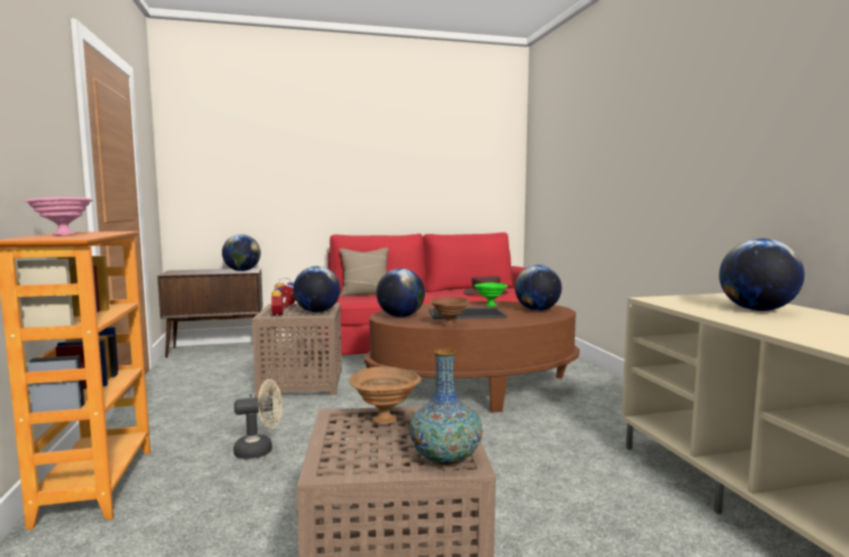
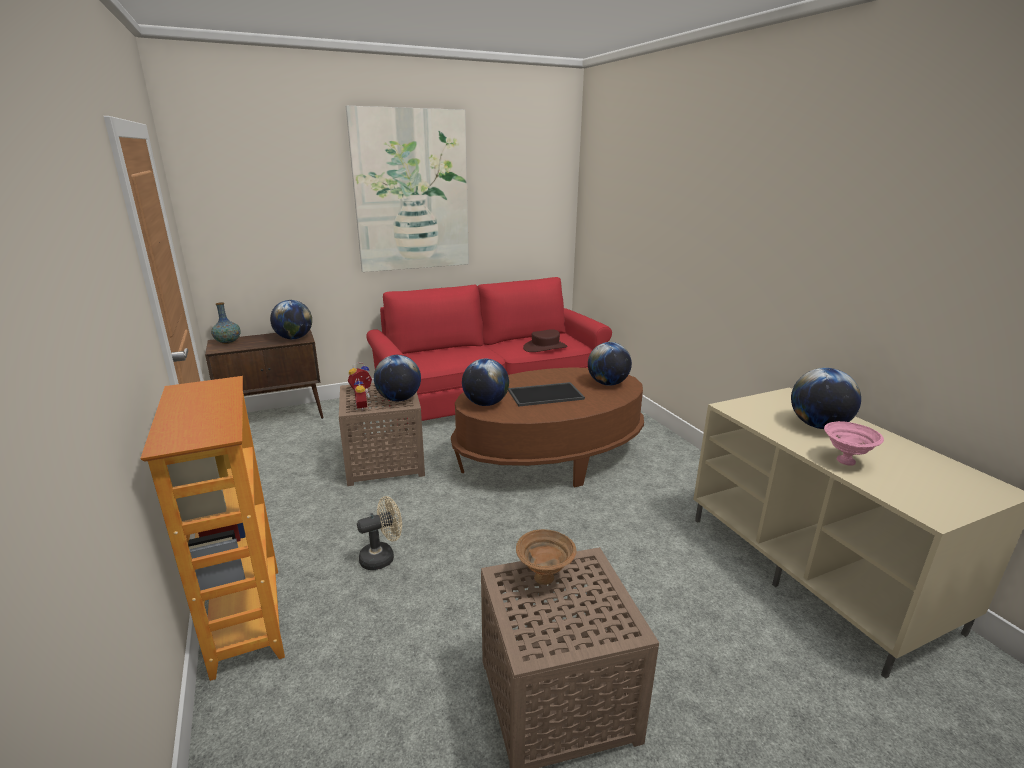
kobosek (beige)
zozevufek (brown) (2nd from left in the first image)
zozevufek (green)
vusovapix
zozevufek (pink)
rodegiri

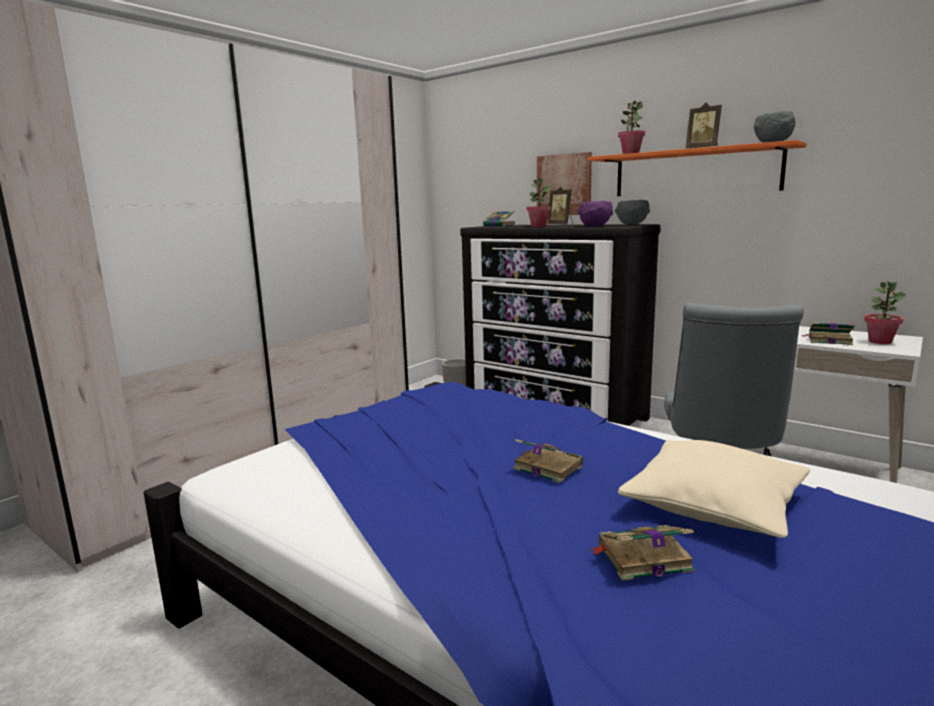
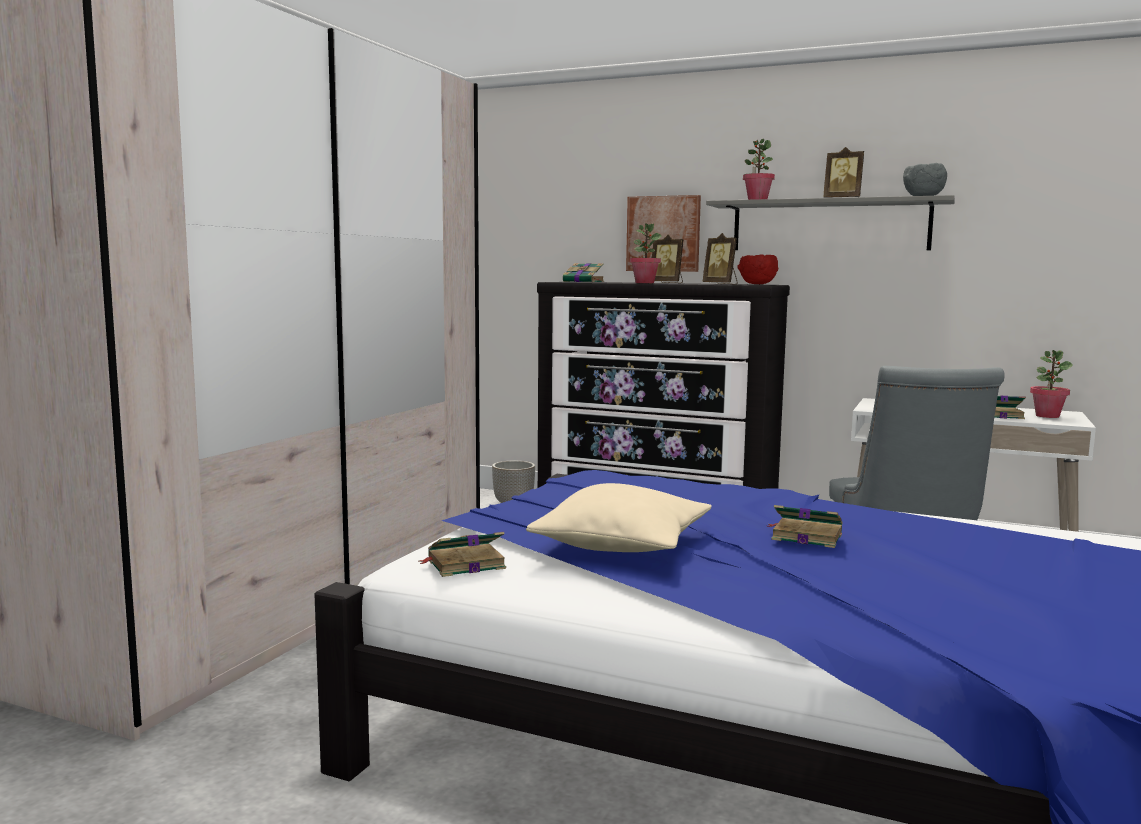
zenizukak (1st from left)
kobosek (beige)
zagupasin (2nd from left)
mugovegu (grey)
zozevufek (red)

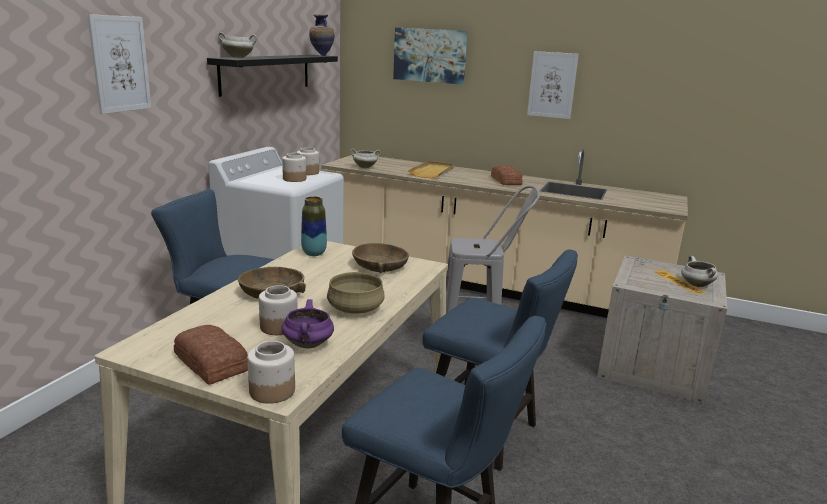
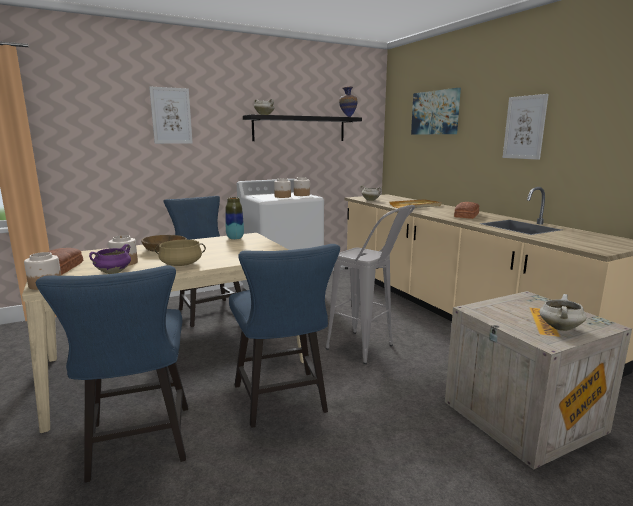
zozevufek (brown) (2nd from left in the first image)

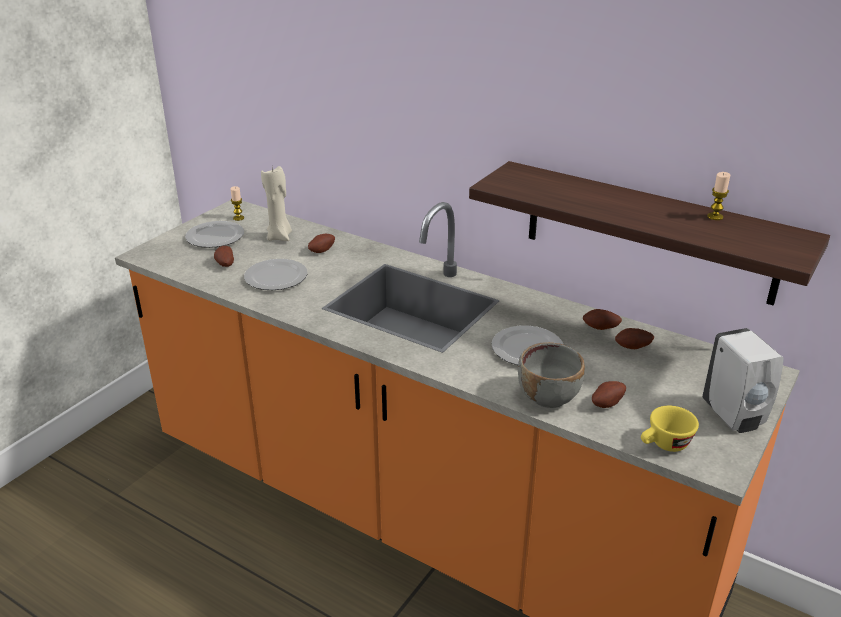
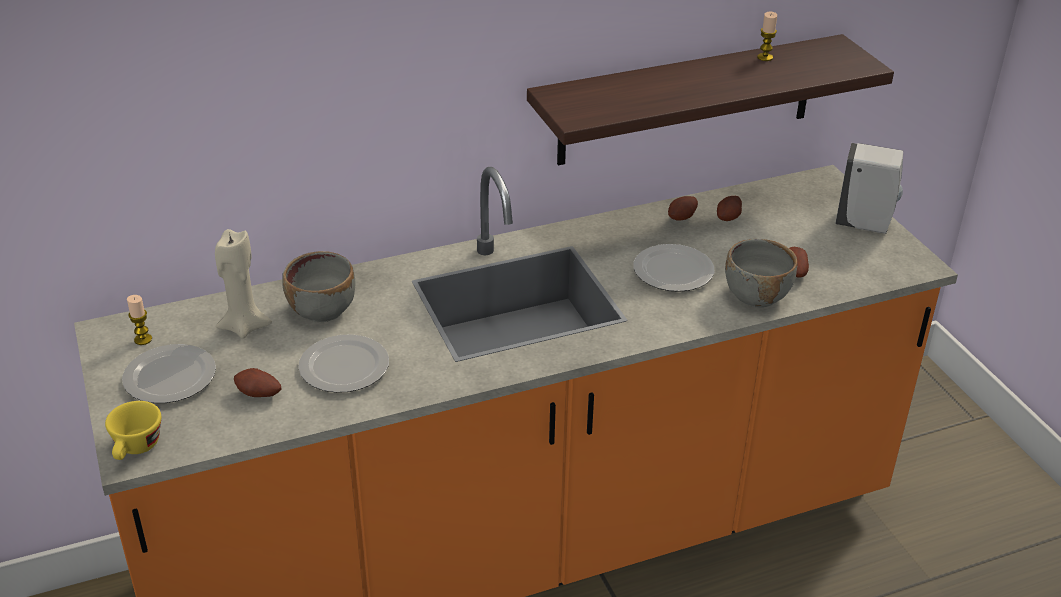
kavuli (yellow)
zozevufek (grey) (1st from left)

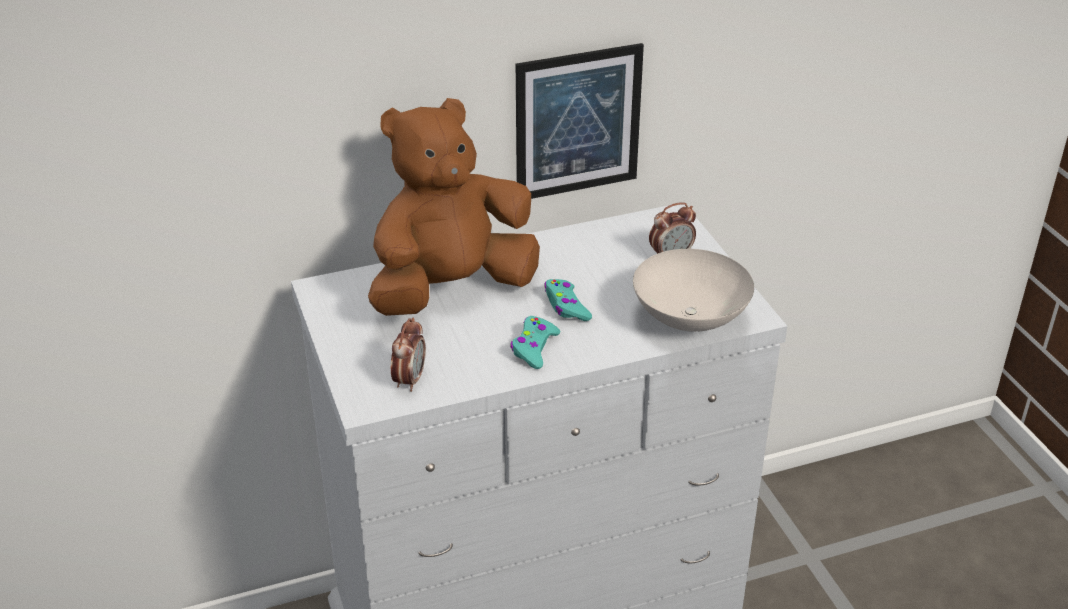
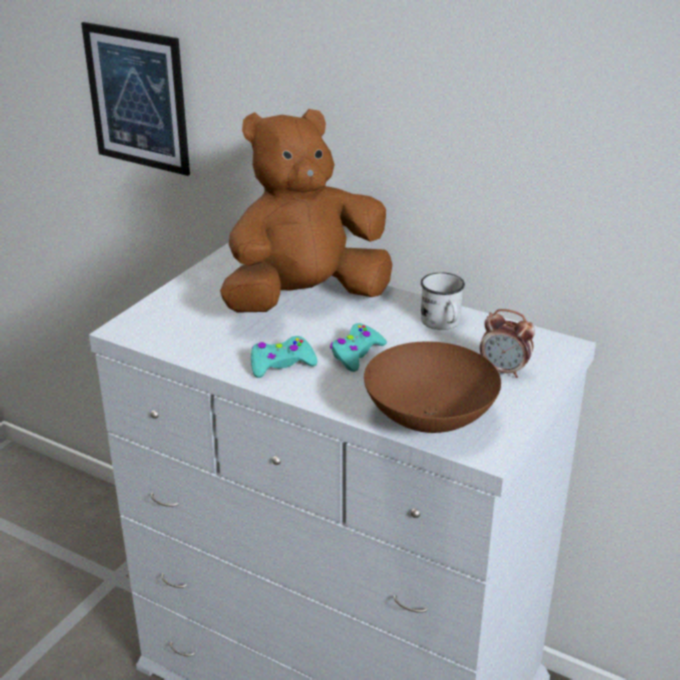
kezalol (1st from left in the first image)
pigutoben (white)
vusovapix
zozevufek (brown)
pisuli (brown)

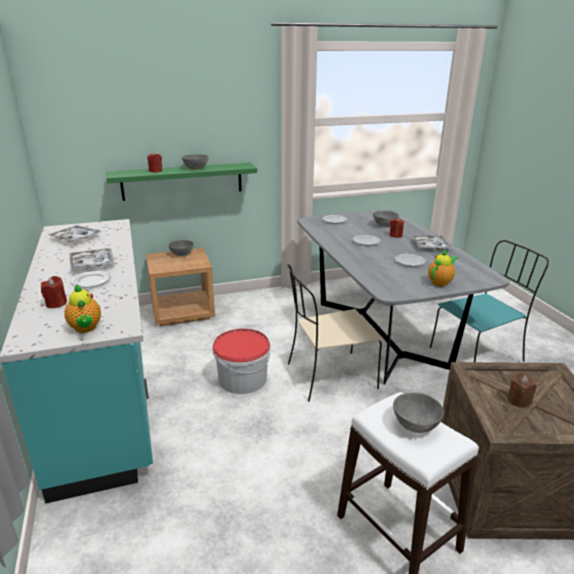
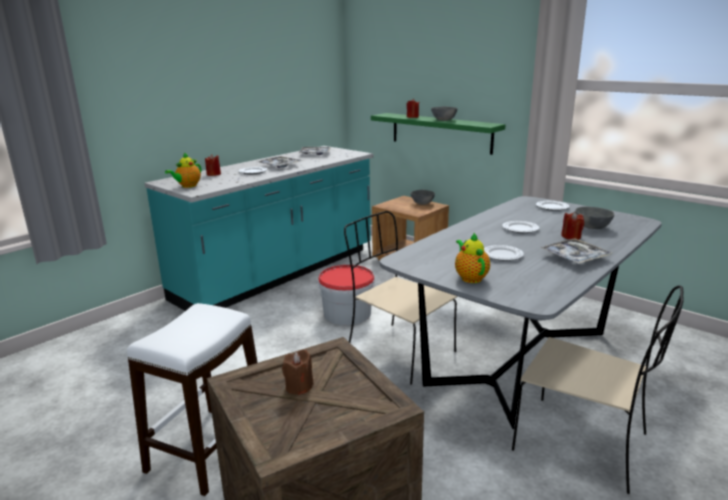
zozevufek (grey) (4th from left in the first image)
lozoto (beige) (2nd from left)
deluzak (2nd from left)

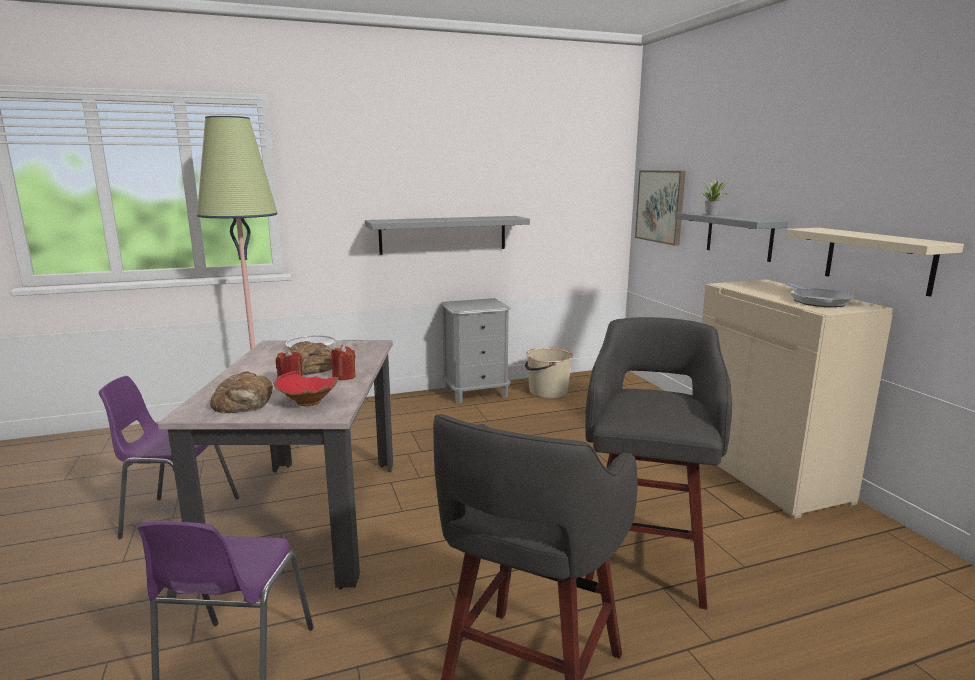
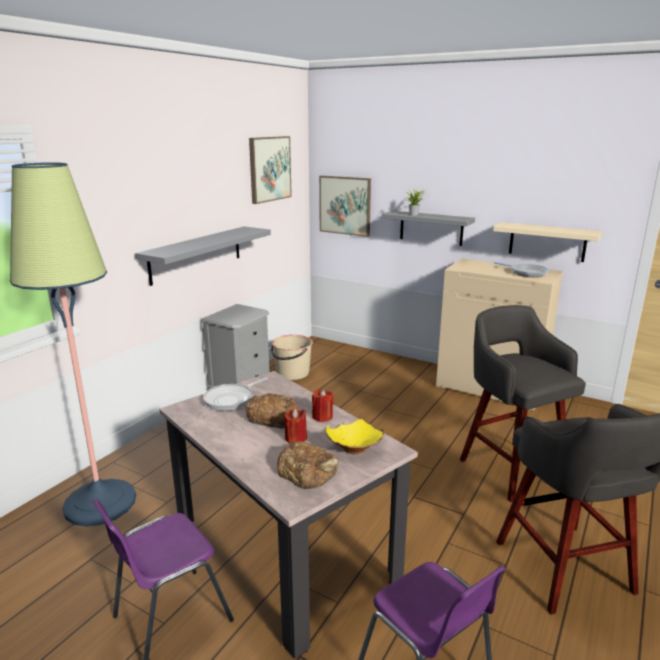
vusovapix (1st from left)
zozevufek (yellow)

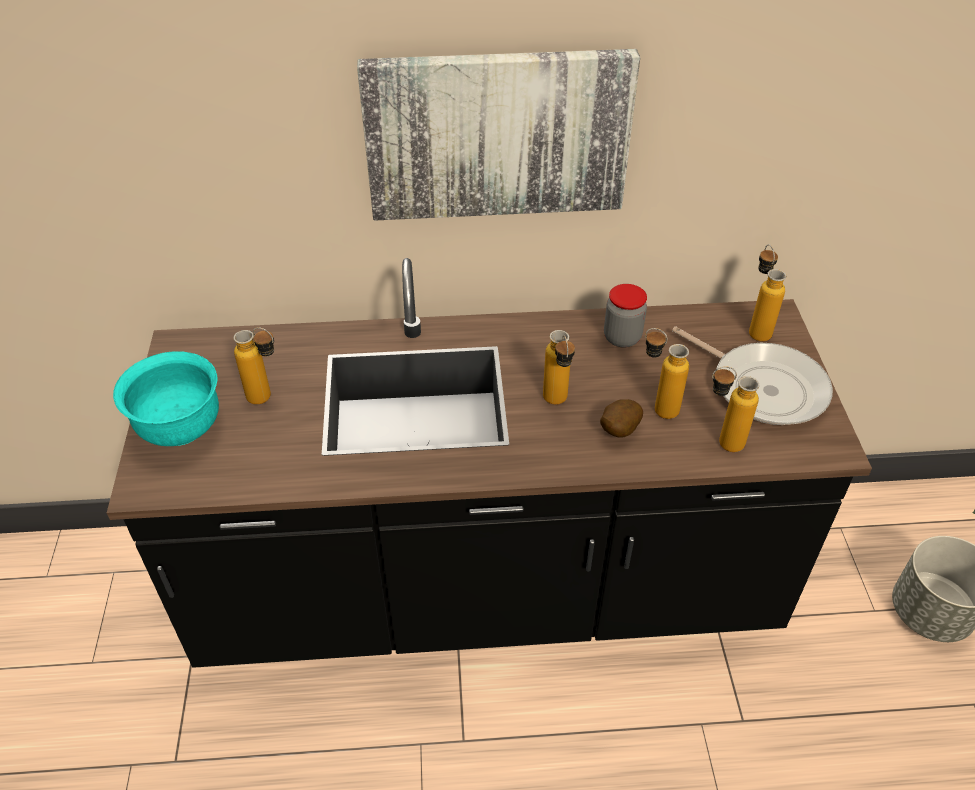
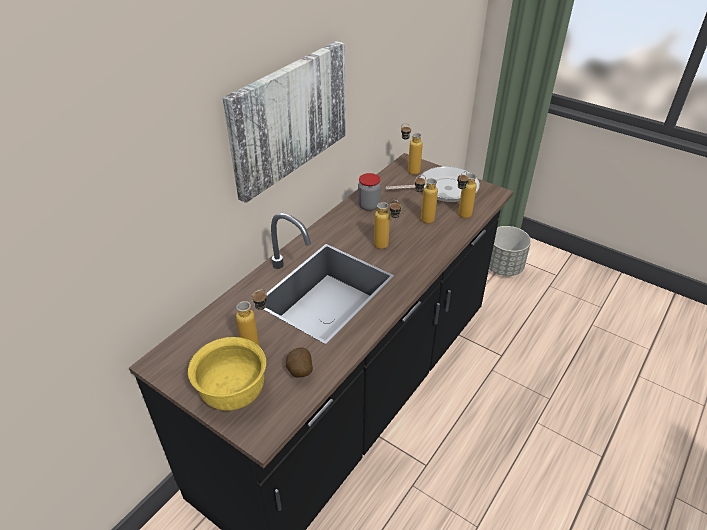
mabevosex
zozevufek (yellow)

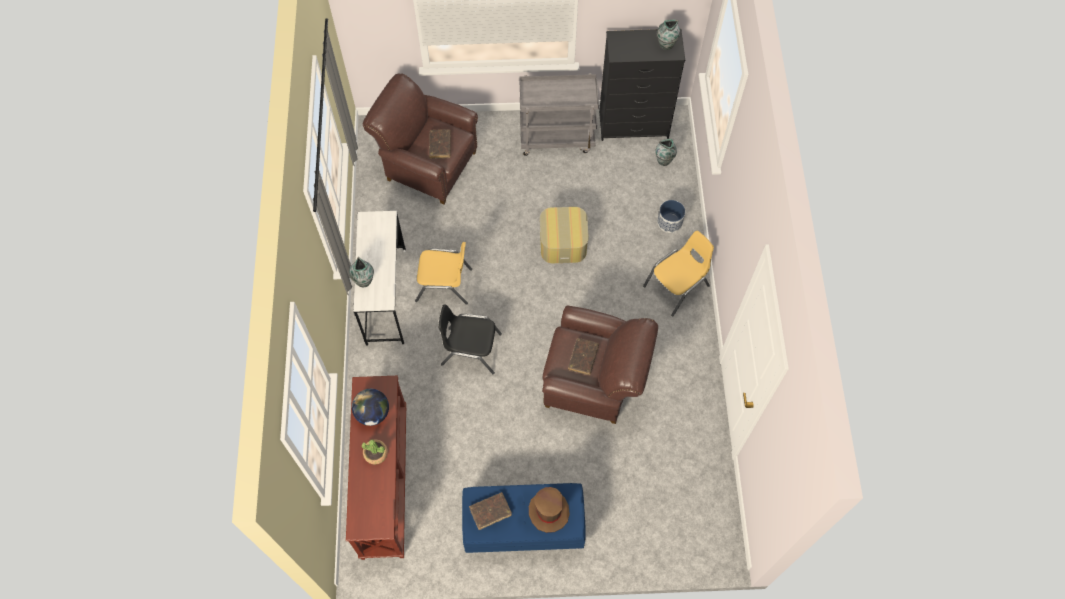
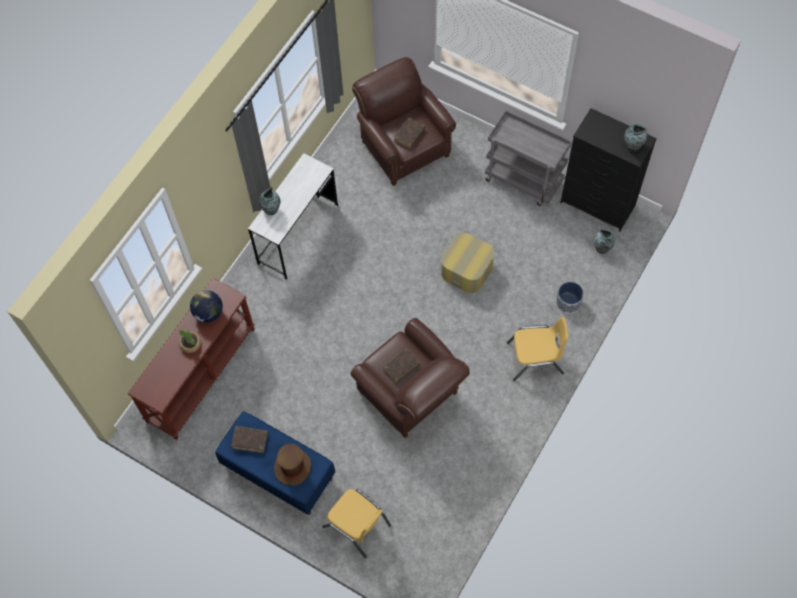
lozoto (black)
lozoto (yellow) (1st from left)

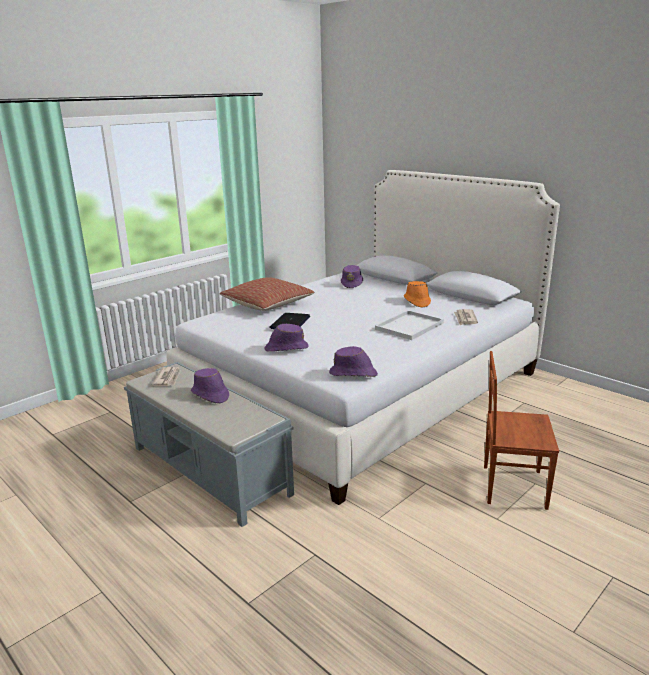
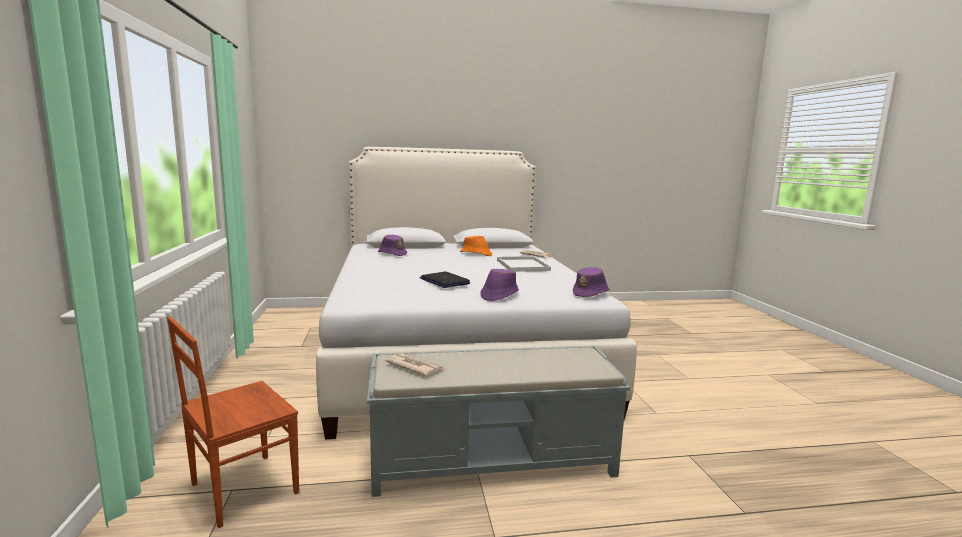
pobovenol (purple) (1st from left in the first image)
kobosek
lozoto (brown)

